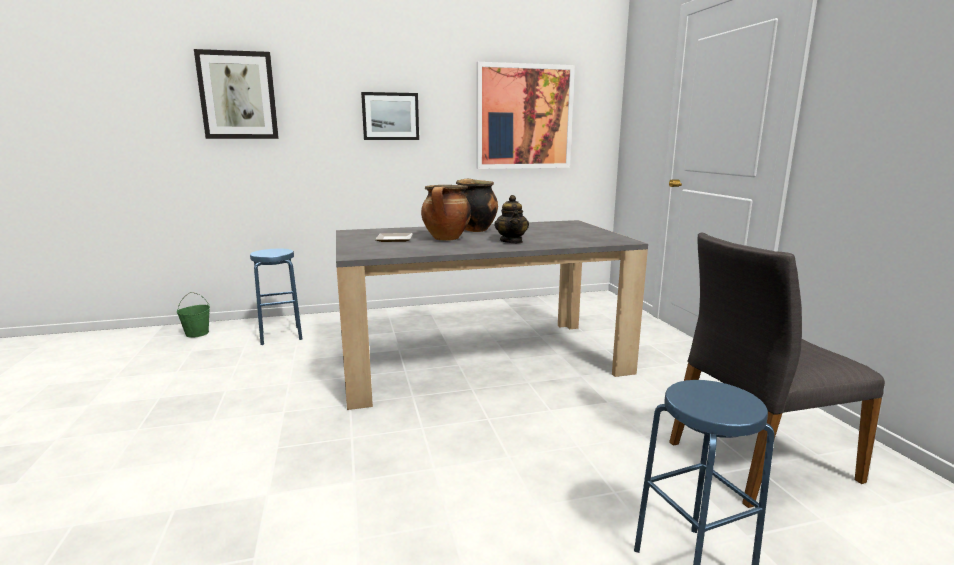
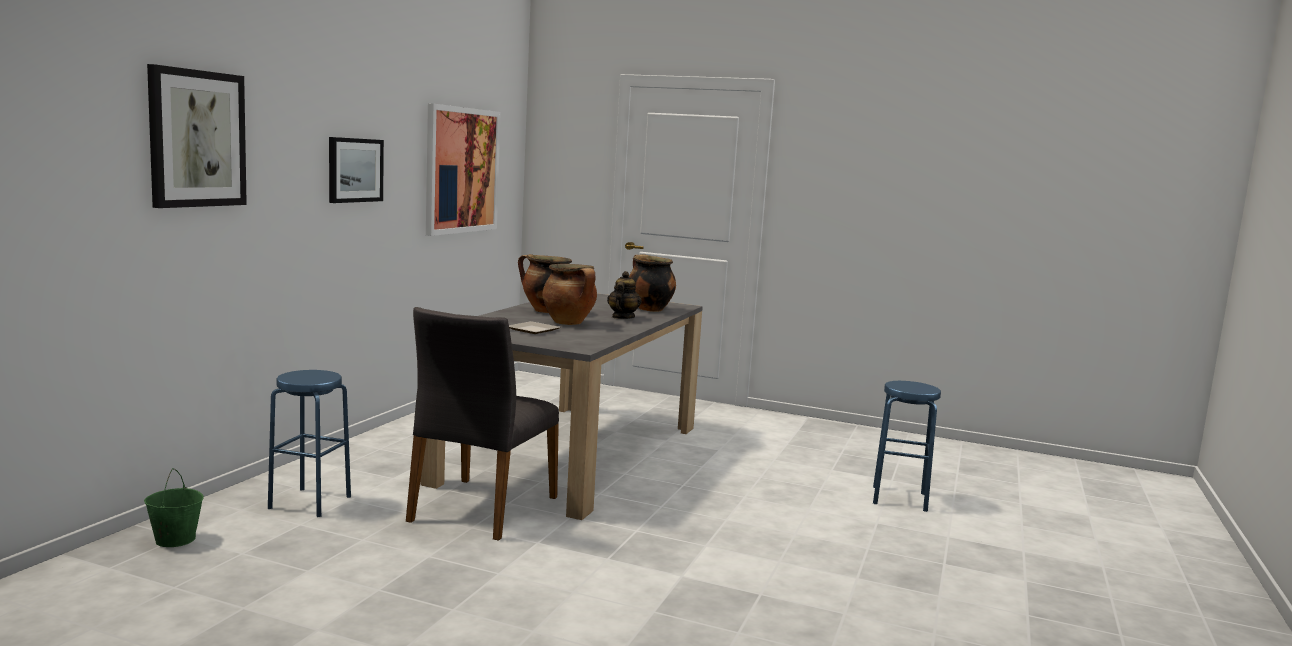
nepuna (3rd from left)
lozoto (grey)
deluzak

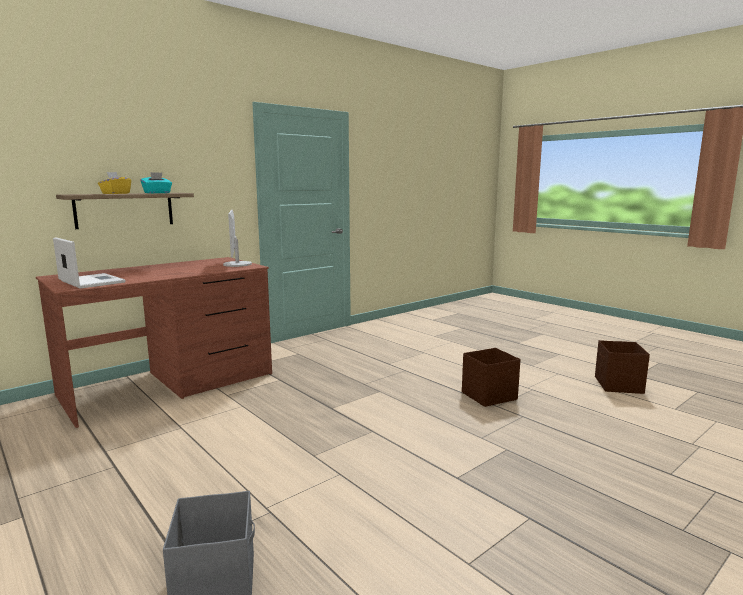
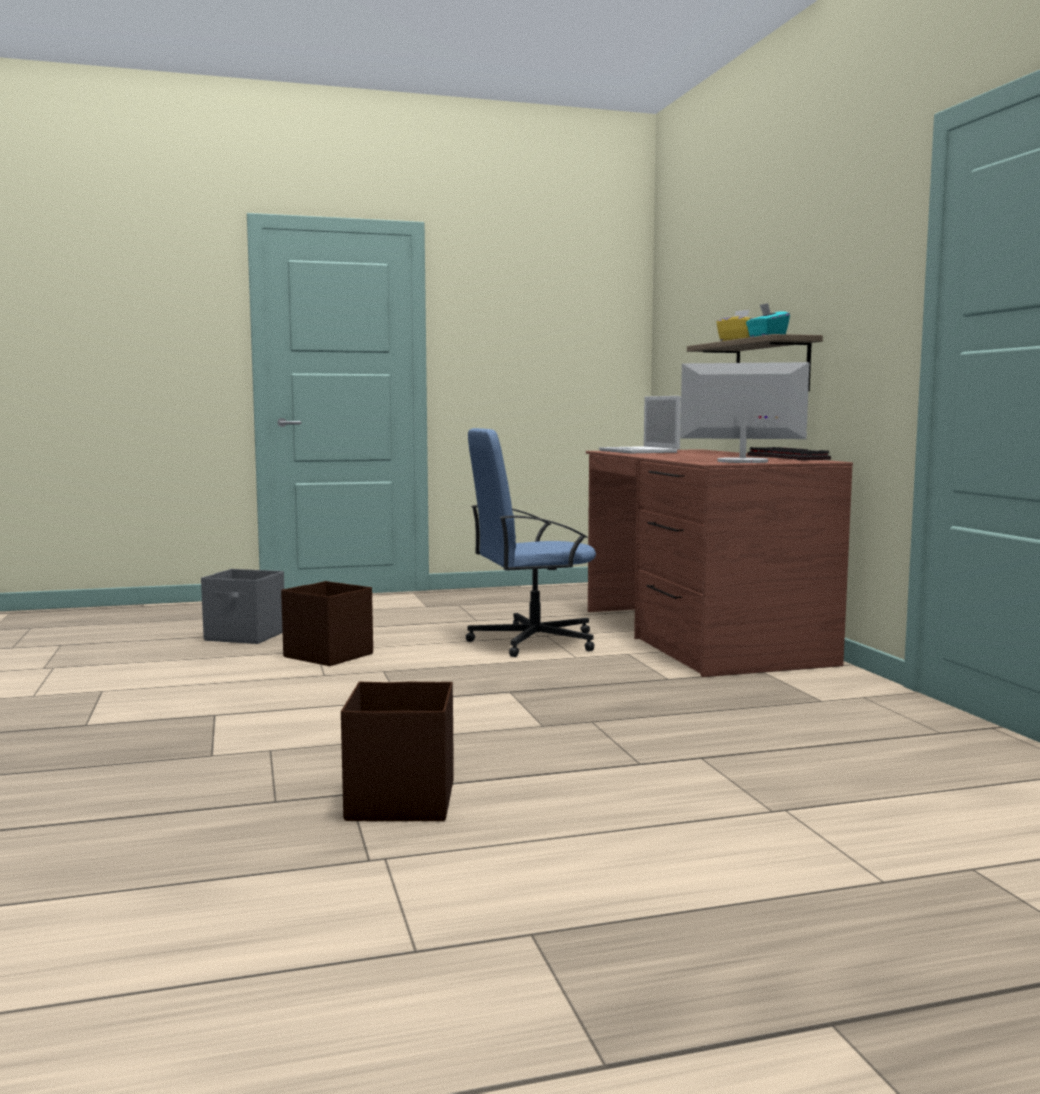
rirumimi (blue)
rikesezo
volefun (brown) (1st from left)
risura

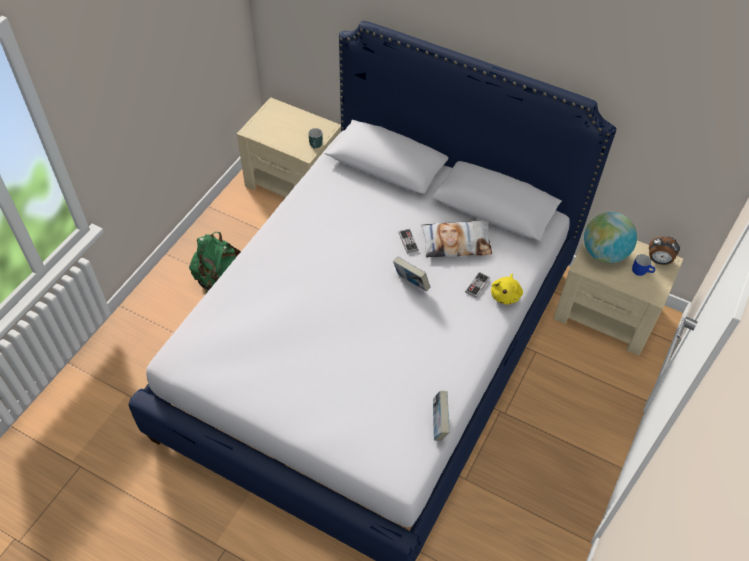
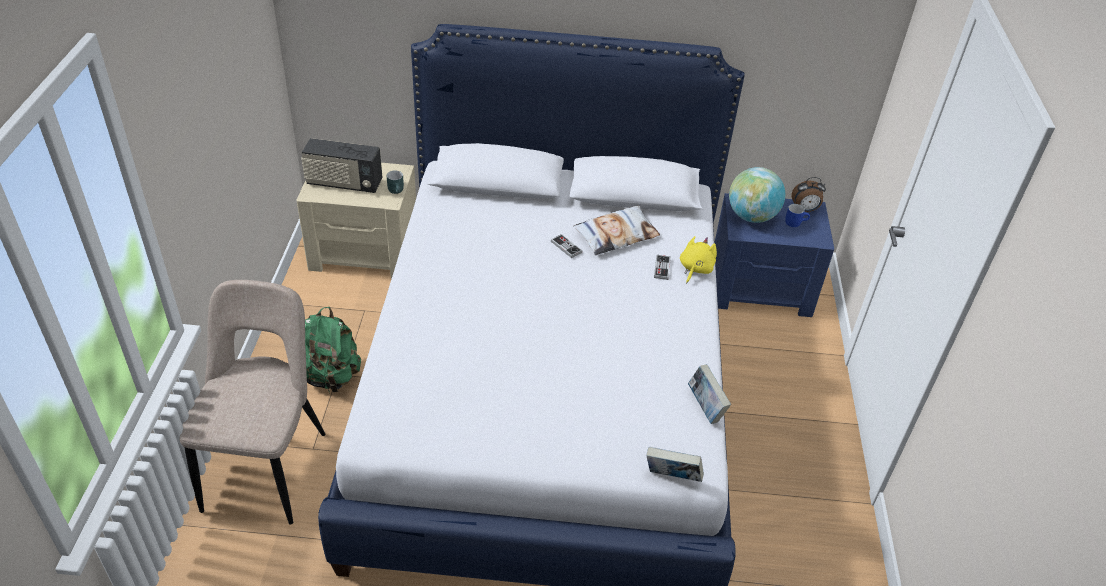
lozoto (beige)
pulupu
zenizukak (1st from left)
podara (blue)
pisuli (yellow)

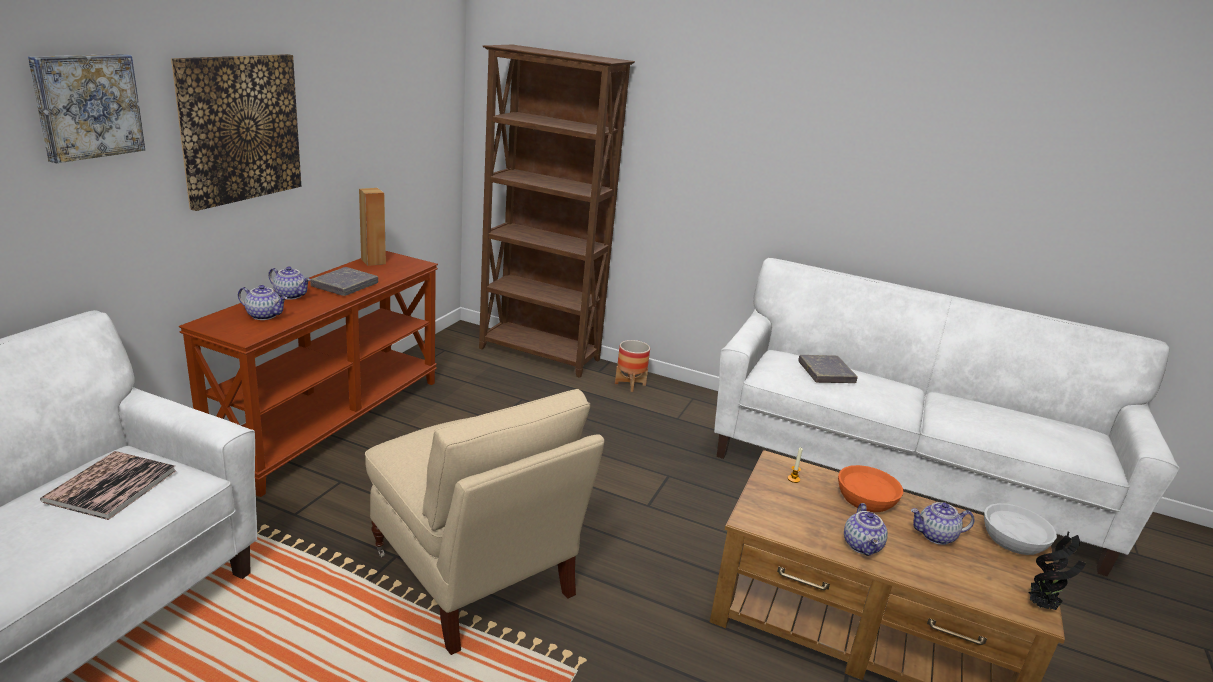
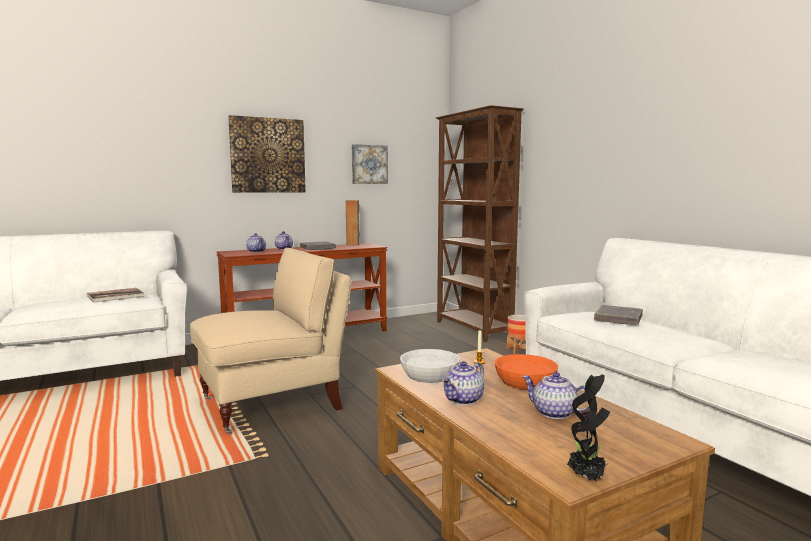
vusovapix (2nd from left)
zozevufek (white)
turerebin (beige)

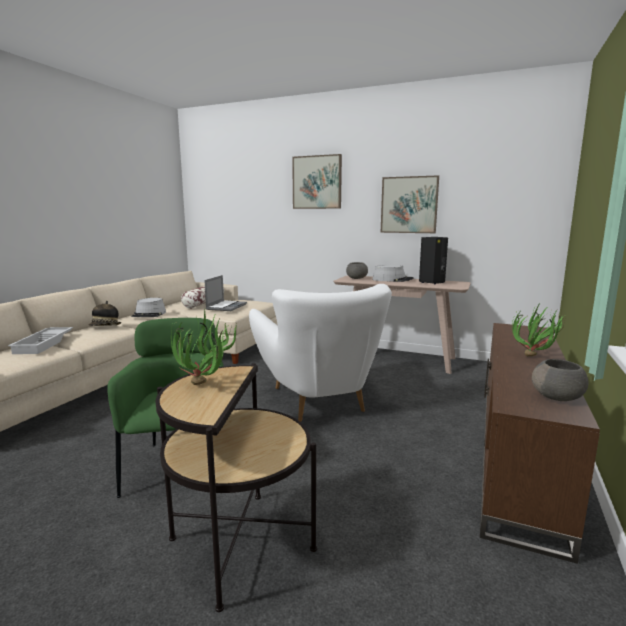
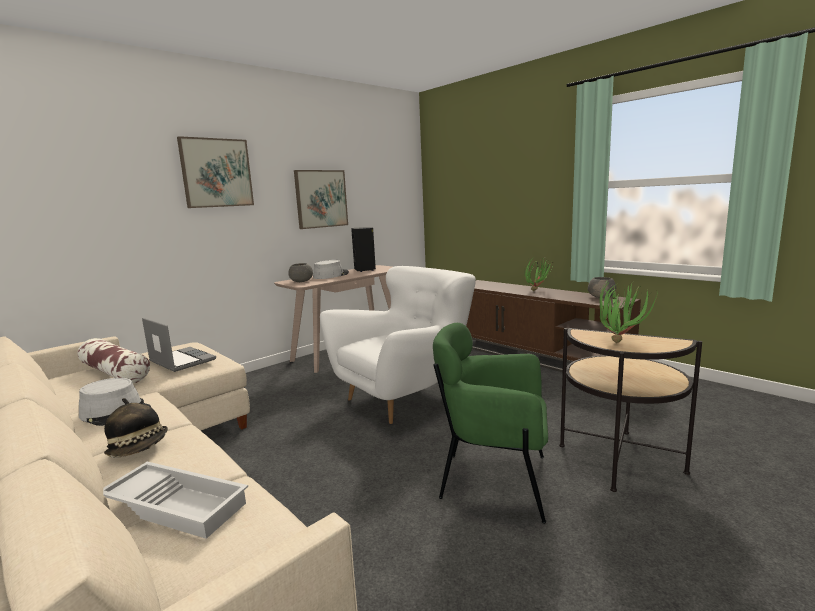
turerebin (white)

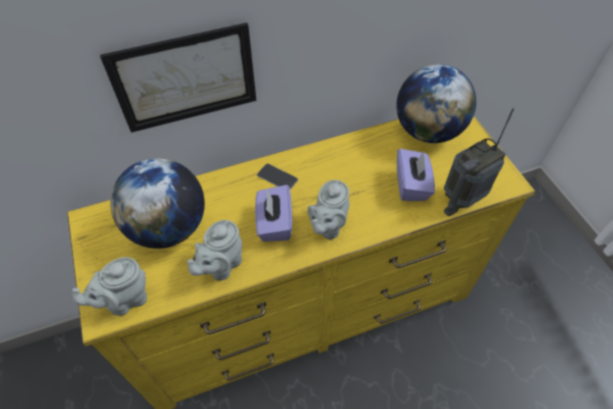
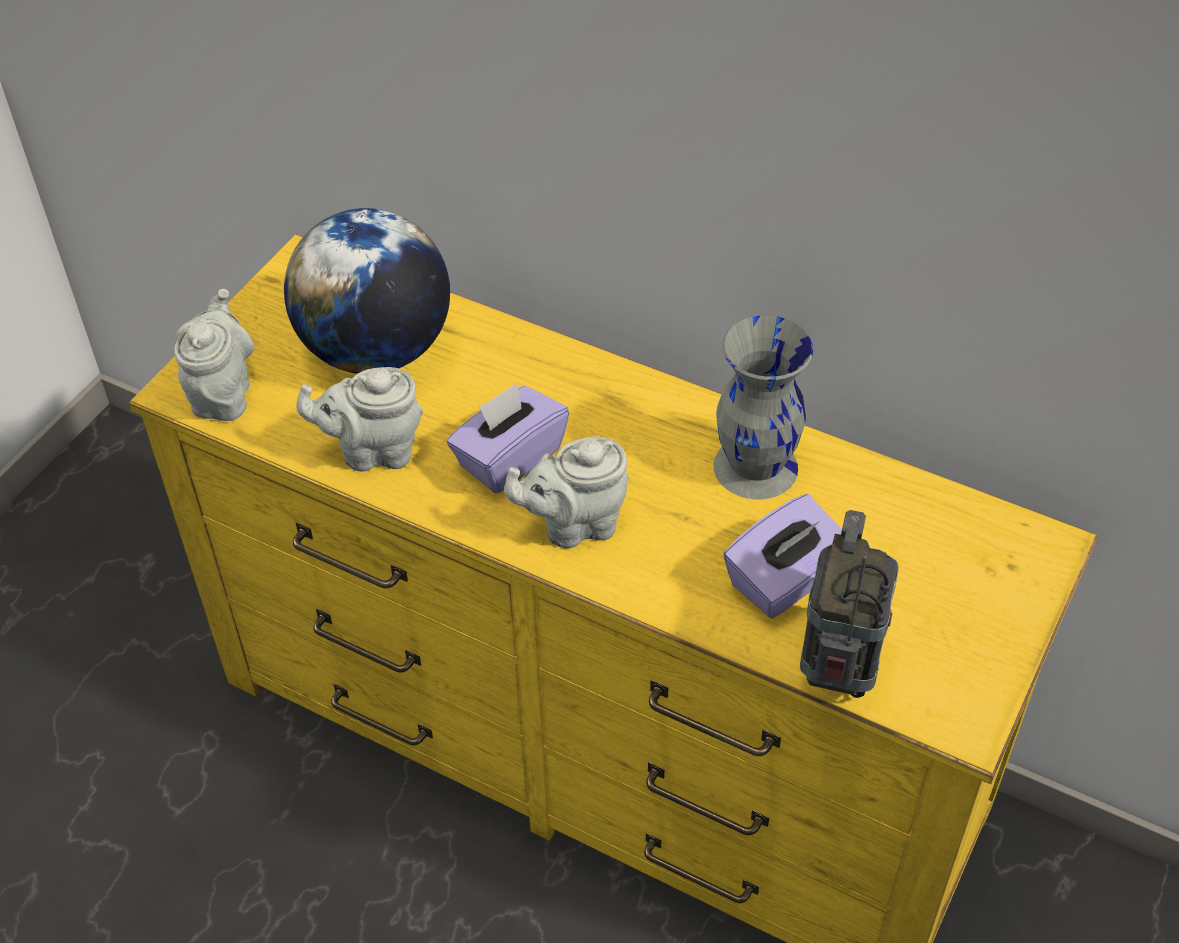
vusovapix
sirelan
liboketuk (2nd from left in the first image)
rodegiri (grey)
deluzak (grey) (1st from left)
pulupu

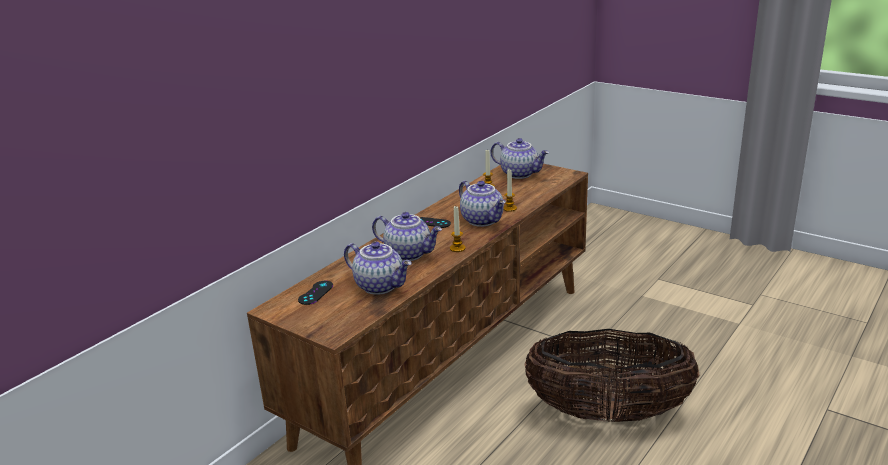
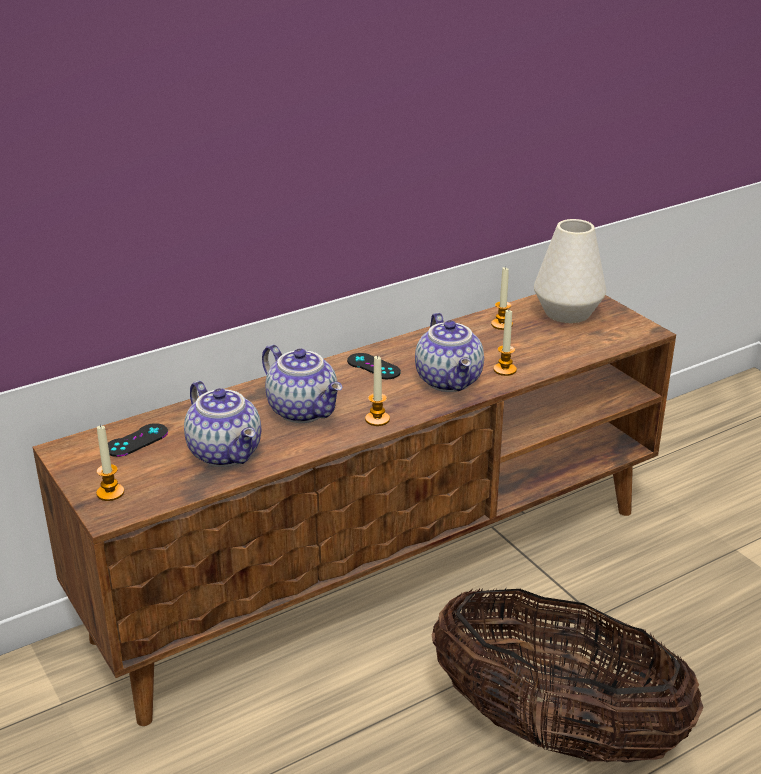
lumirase (1st from left)
rodegiri (white)

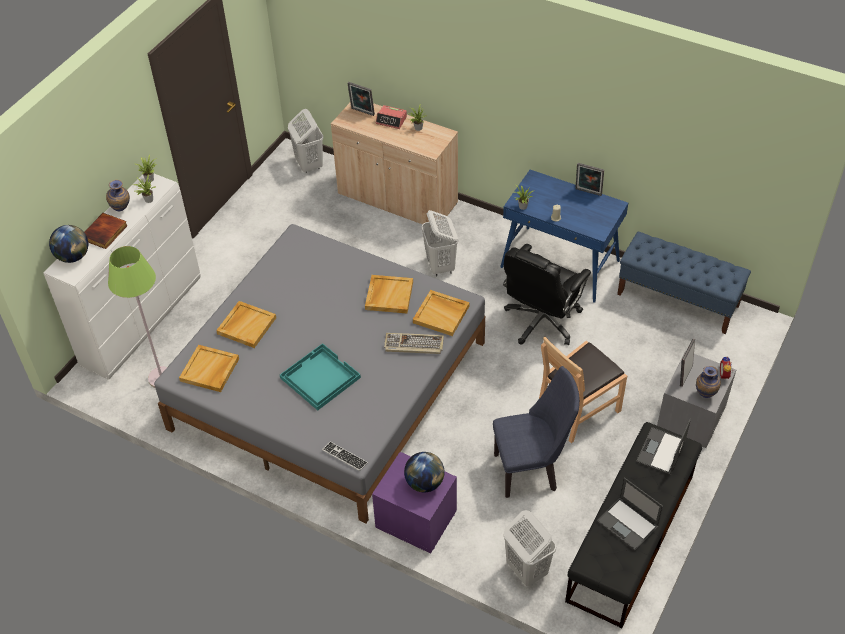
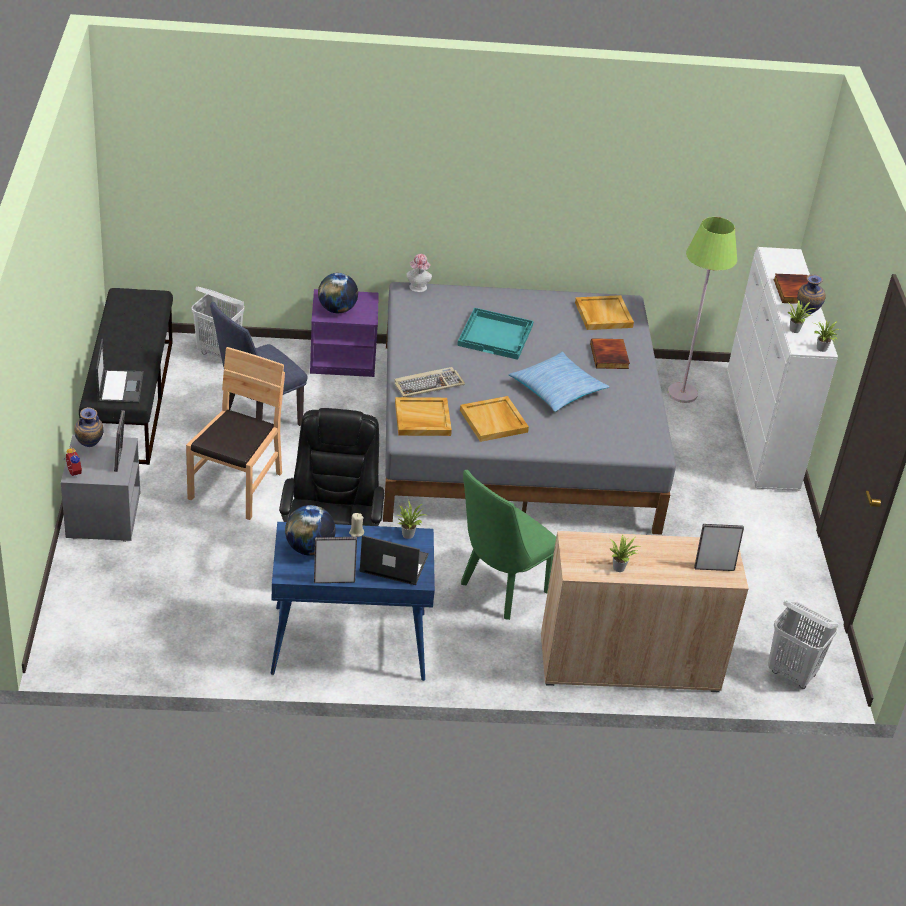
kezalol (1st from left in the first image)
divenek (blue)
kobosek
liboketuk (1st from left)
risura (2nd from left)
zenizukak (1st from left)
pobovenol
lozoto (green)

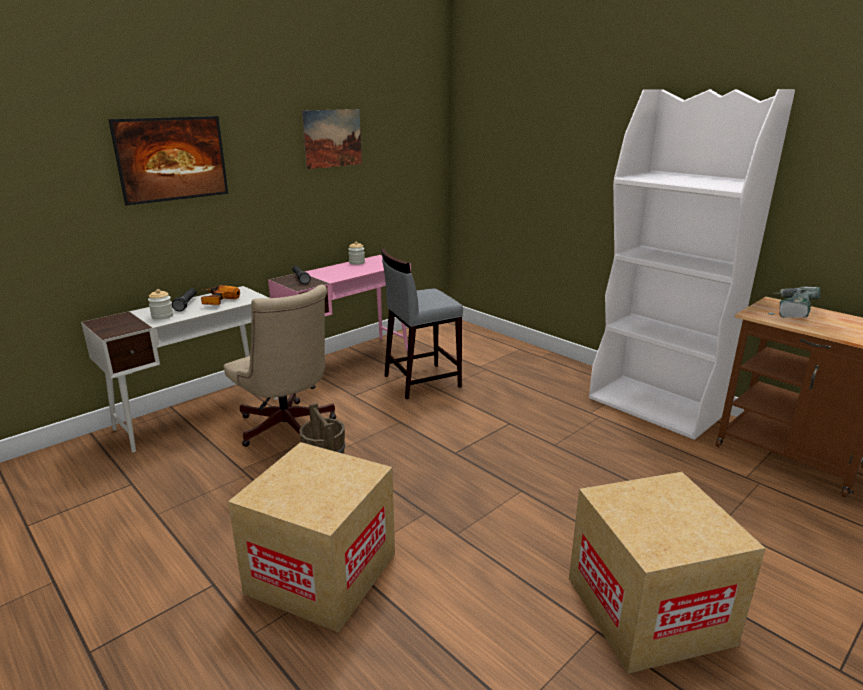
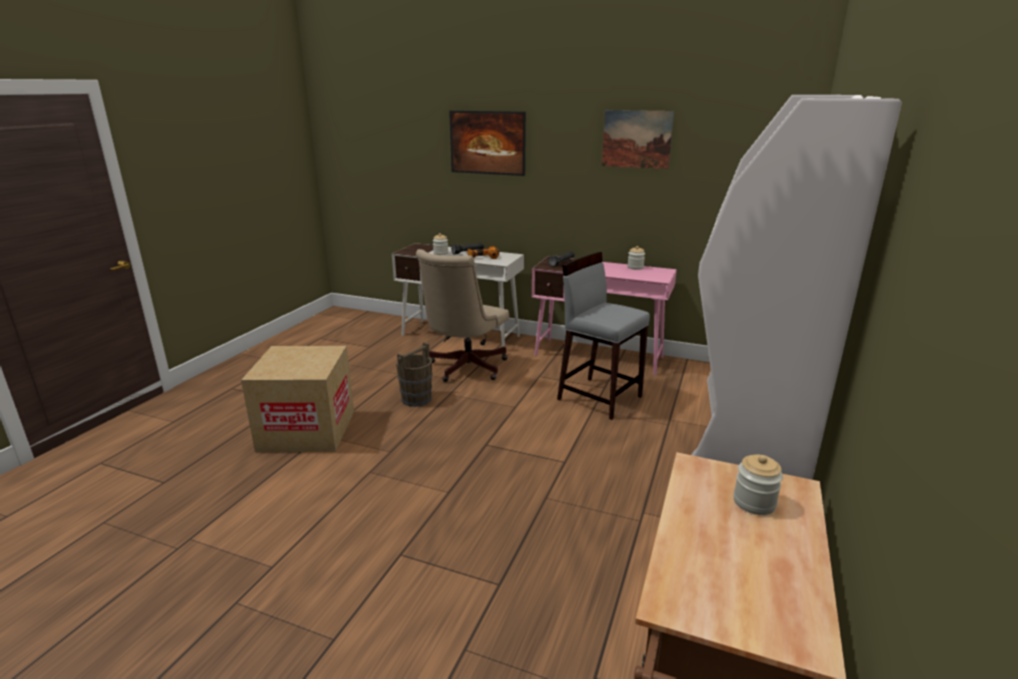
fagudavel (2nd from left in the first image)
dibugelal (3rd from left)

